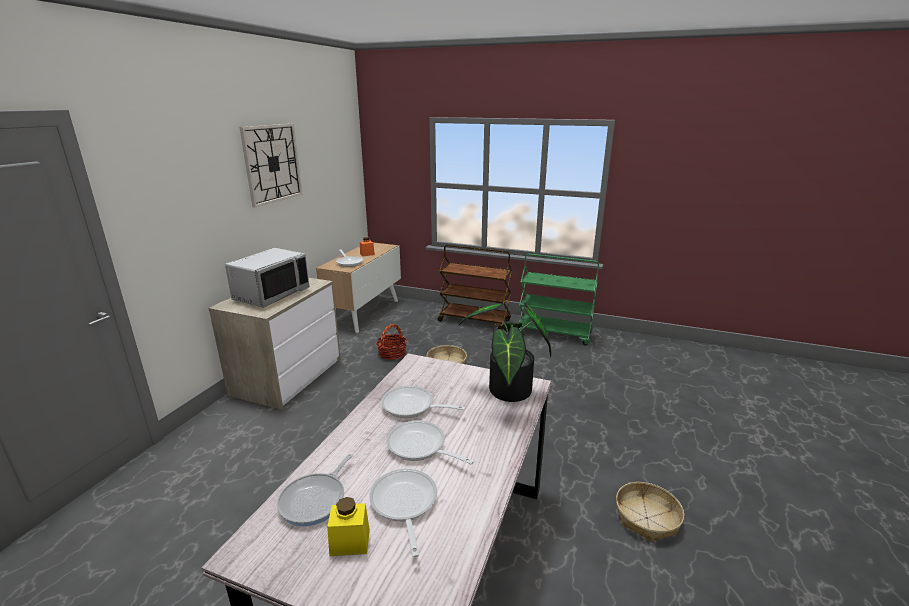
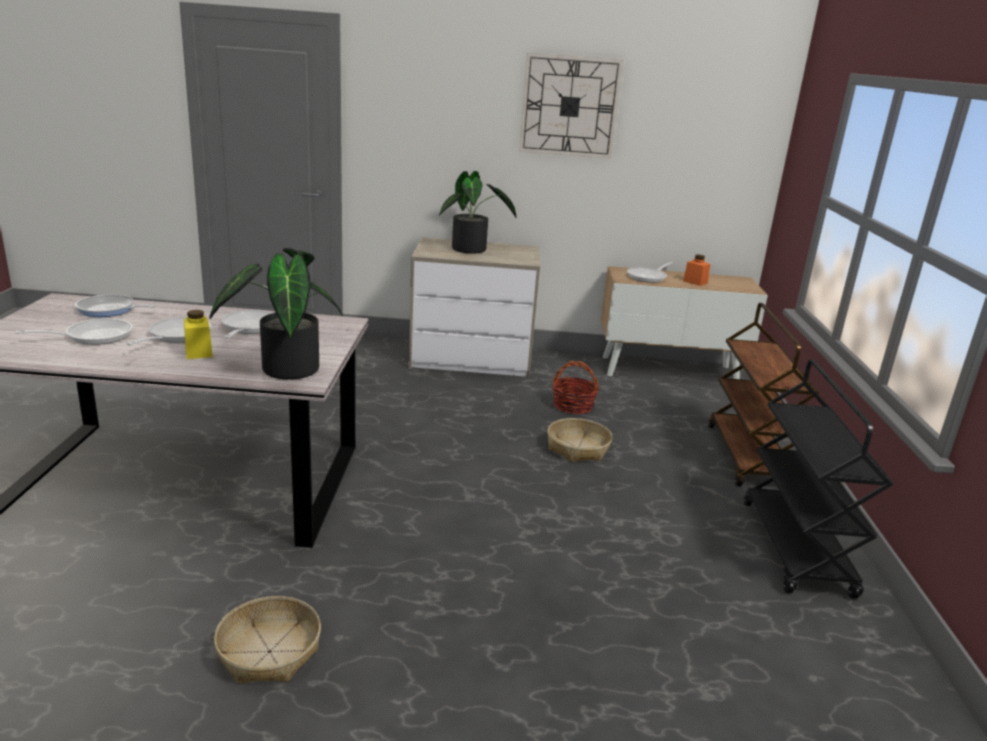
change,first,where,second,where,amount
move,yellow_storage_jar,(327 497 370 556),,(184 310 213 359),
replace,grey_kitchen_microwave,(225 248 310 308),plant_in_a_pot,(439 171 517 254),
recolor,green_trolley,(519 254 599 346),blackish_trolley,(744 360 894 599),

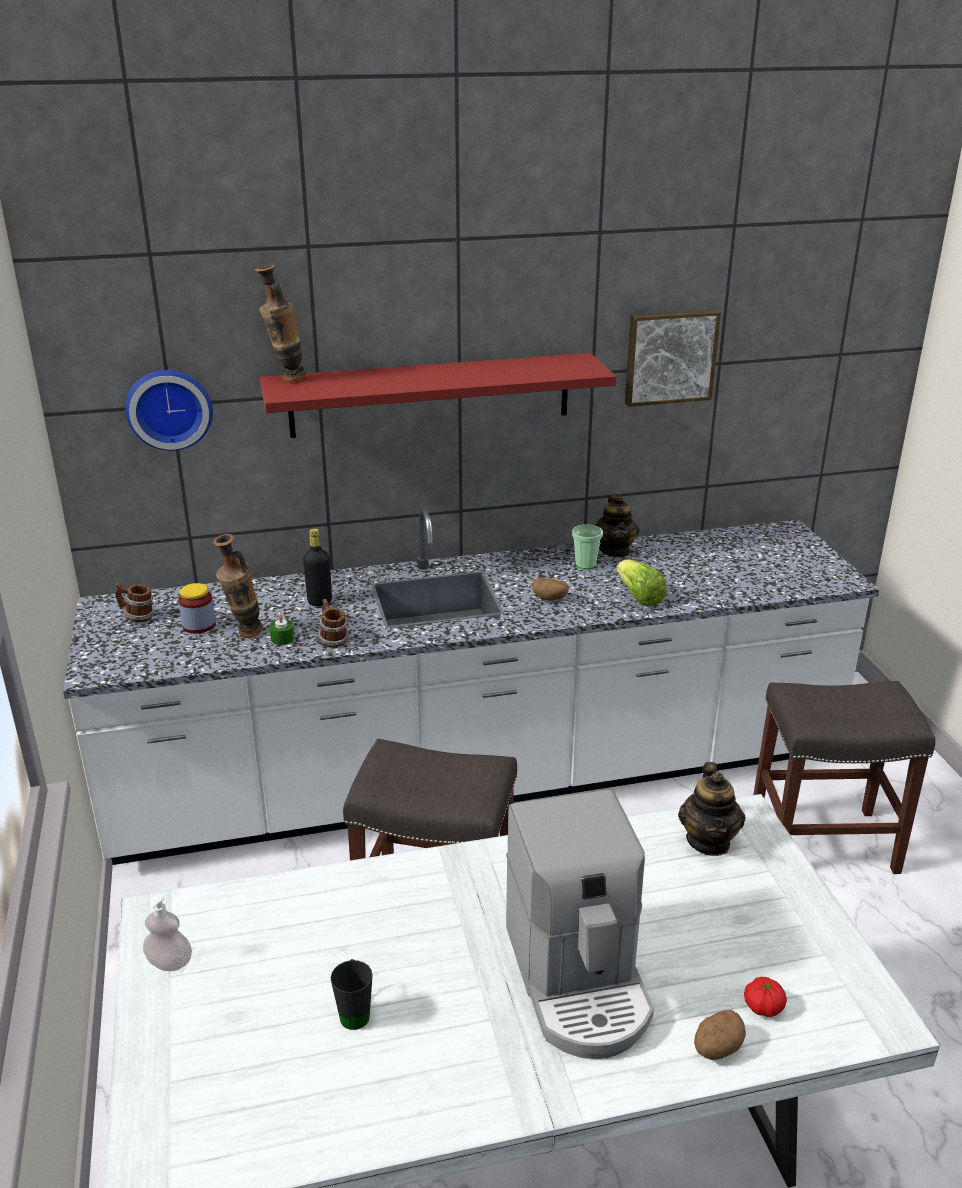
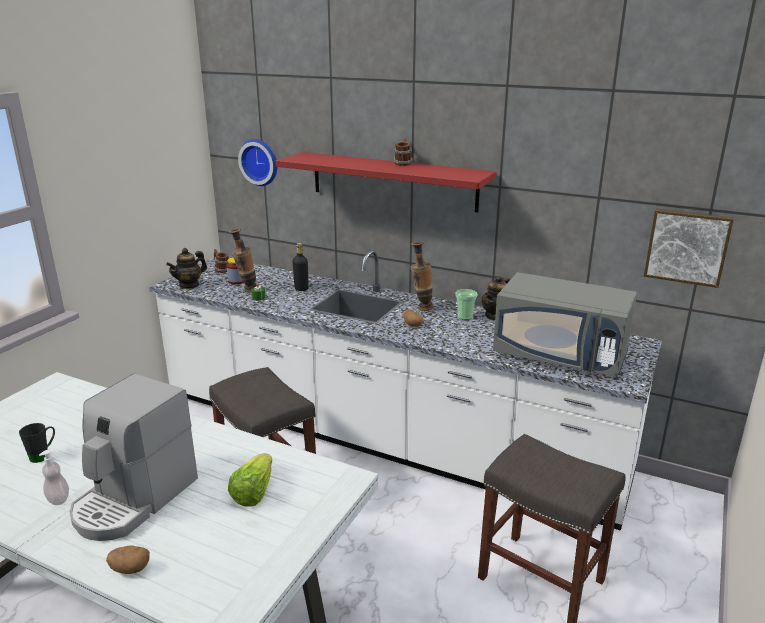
change,first,where,second,where,amount
move,soap_bottle,(143 894 192 971),,(39 450 69 505),
move,tea_pot,(678 762 745 856),,(166 248 207 289),
move,lettuce_head,(616 560 666 607),,(228 453 272 507),
move,tea_mug,(318 599 349 648),,(393 137 413 166),
move,flower_vase,(254 264 306 382),,(411 242 434 311),
insert,,,grey_kitchen_microwave,(493 272 637 377),
move,picture,(625 309 721 407),,(644 209 734 288),
delete,whole_tomato,(744 977 787 1017),,,

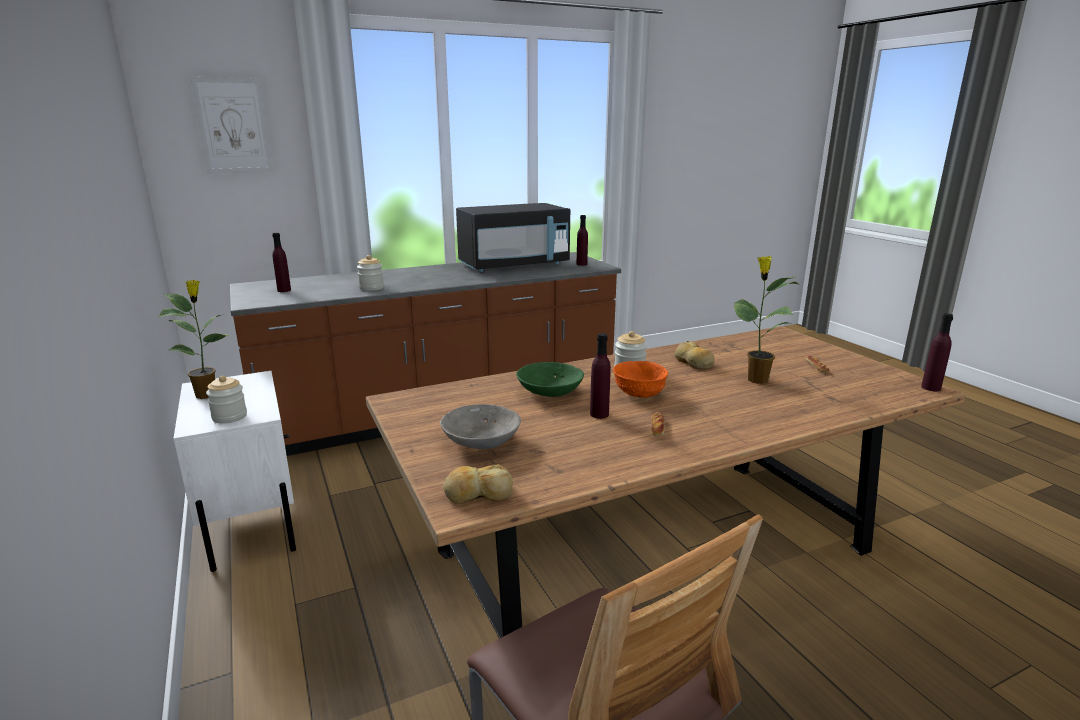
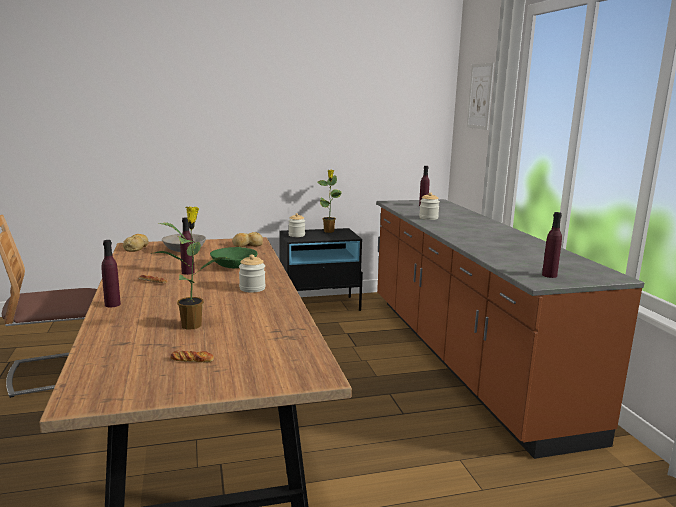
change,first,where,second,where,amount
move,purple_drink_bottle,(921 313 953 391),,(101 240 121 308),
move,baked_bread,(674 341 715 369),,(232 232 263 247),
recolor,white_night_table,(173 371 296 572),blackish_night_table,(279 228 363 311),
delete,blackish_kitchen_microwave,(456 203 570 272),,,
delete,orangey_bowl,(613 361 668 398),,,

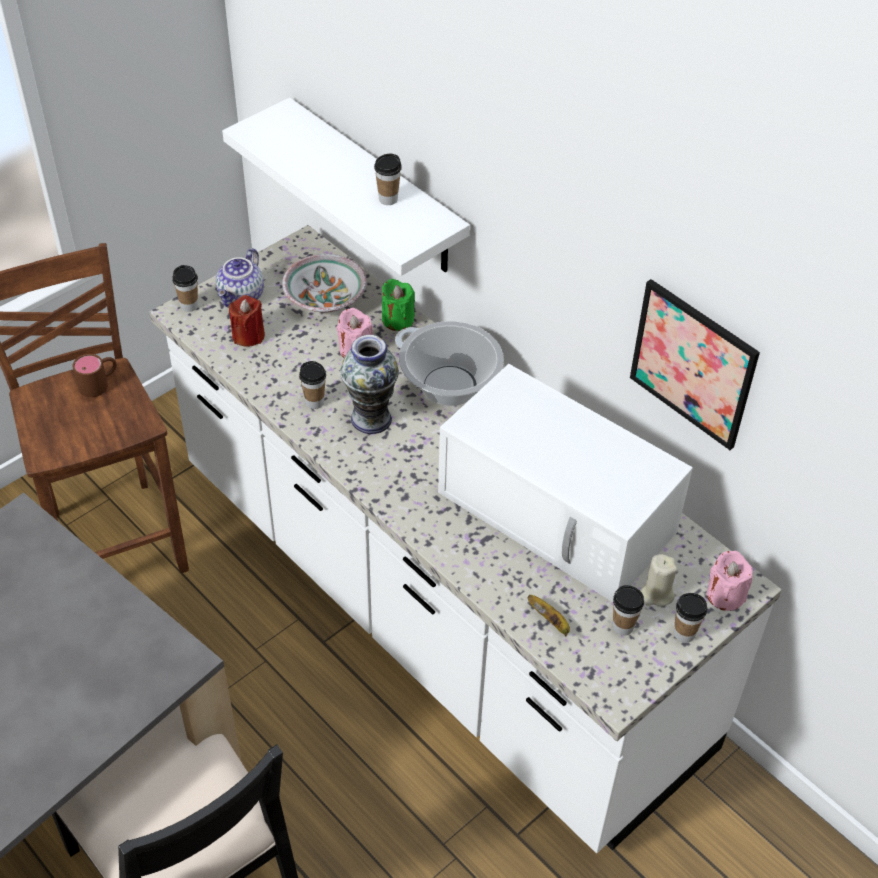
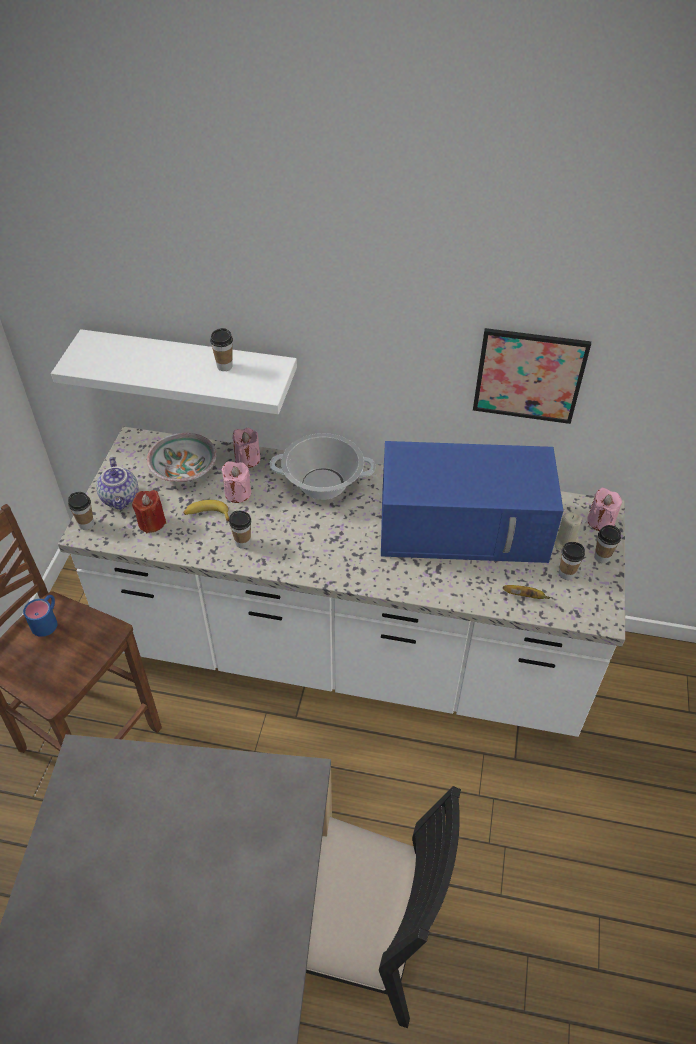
change,first,where,second,where,amount
recolor,brown_tea_mug,(73 354 117 397),blue_tea_mug,(23 595 58 637),
insert,,,banana,(183 500 229 521),
recolor,green_wax_candle,(382 279 415 331),pink_wax_candle,(232 428 261 468),
recolor,white_kitchen_microwave,(438 364 693 602),blue_kitchen_microwave,(381 441 563 563),
delete,flower_vase,(340 335 399 434),,,

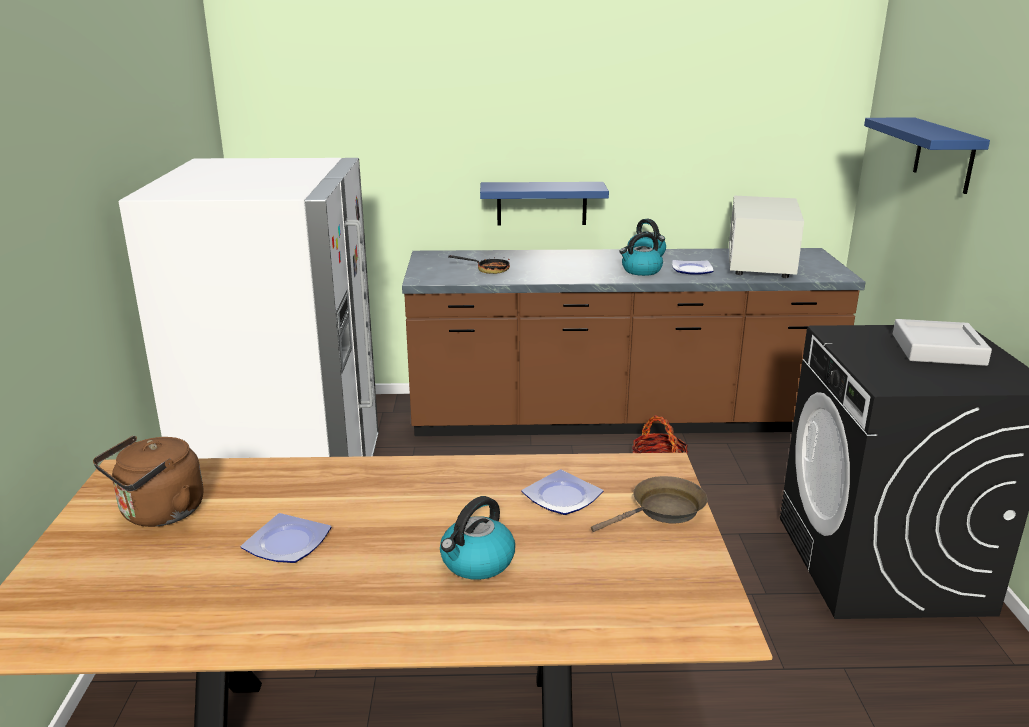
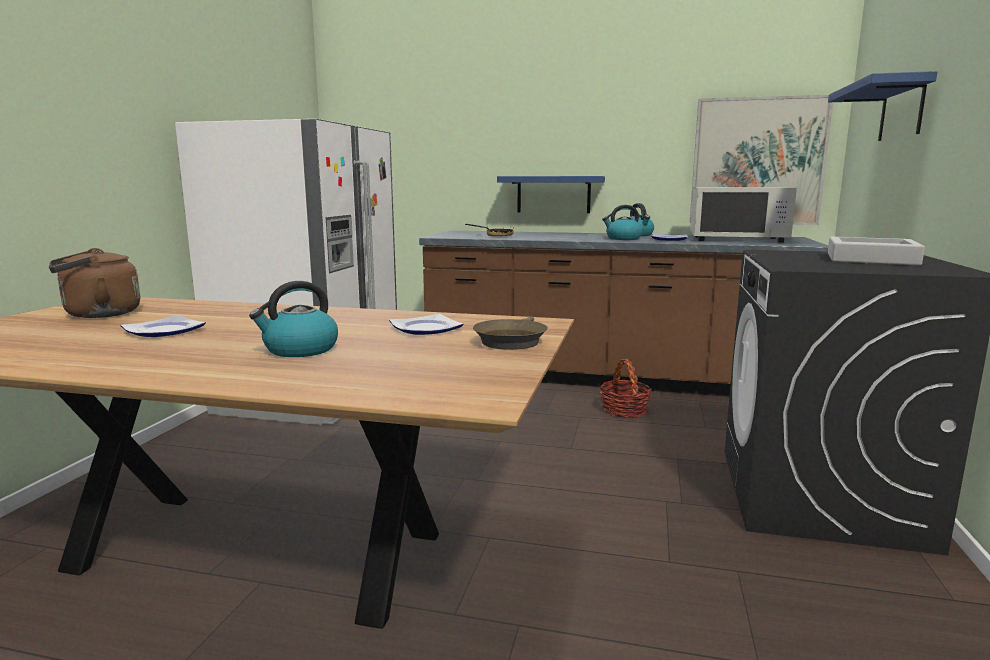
change,first,where,second,where,amount
rotate,brown_pan,(591 476 707 532),,(473 316 548 350),120 degrees clockwise
insert,,,picture,(690 95 833 225),
rotate,white_kitchen_microwave,(729 196 804 278),,(690 187 797 243),105 degrees counterclockwise

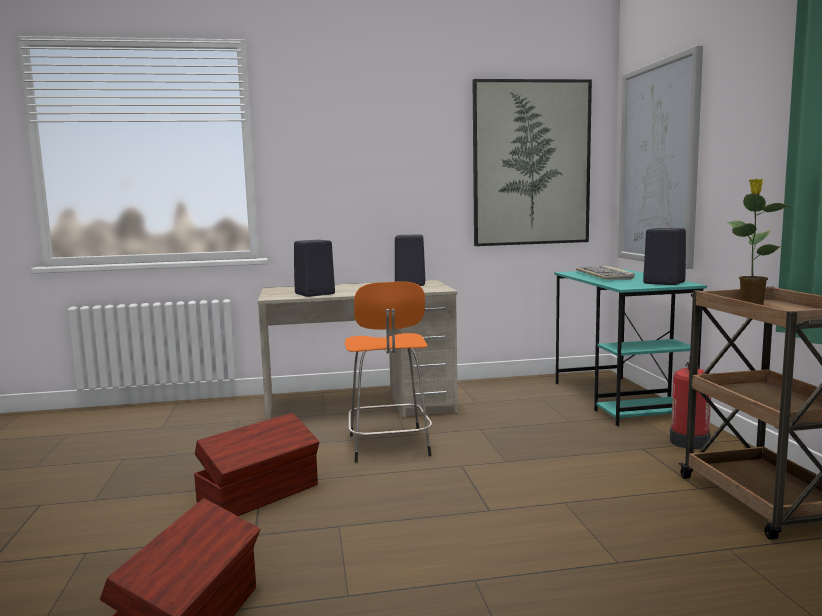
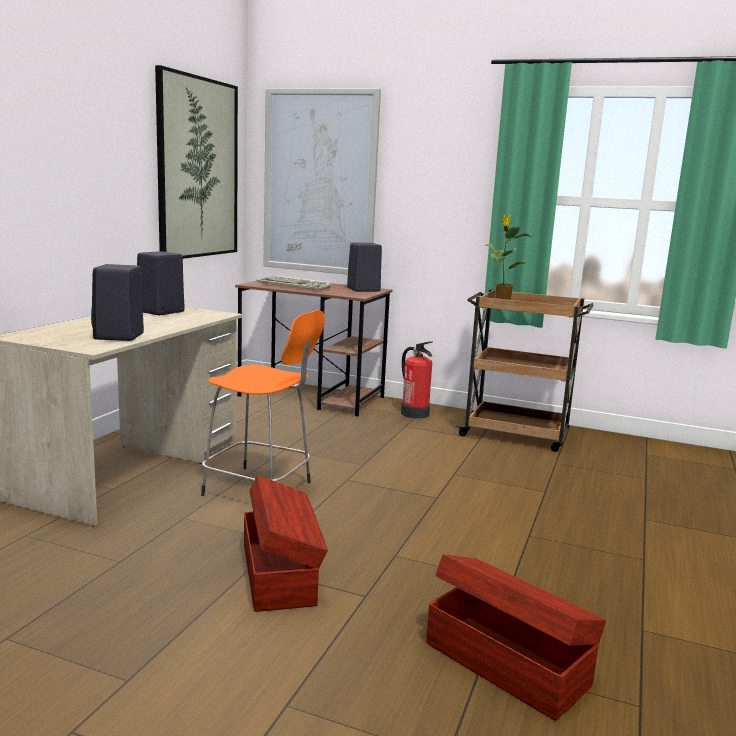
change,first,where,second,where,amount
recolor,turquoise_desk,(554 269 707 426),brown_desk,(235 281 392 416),

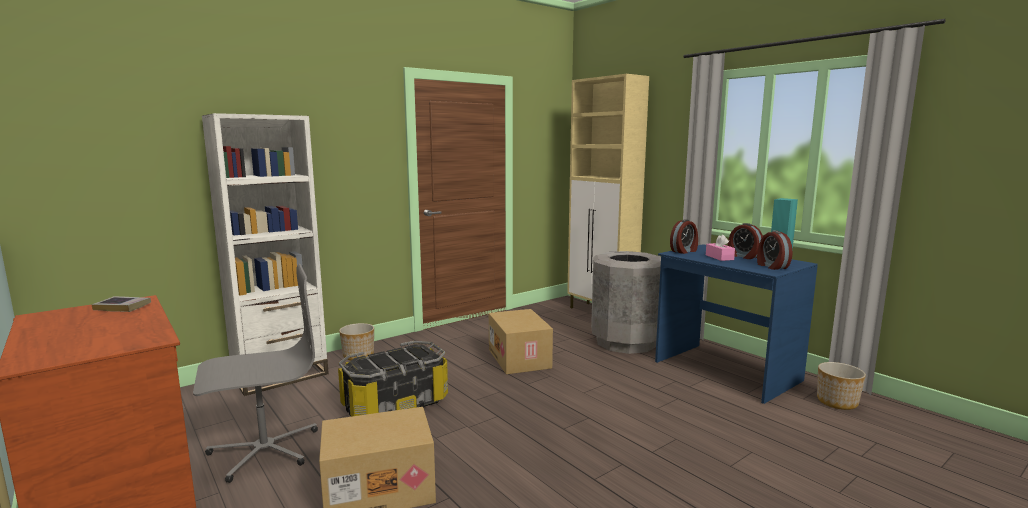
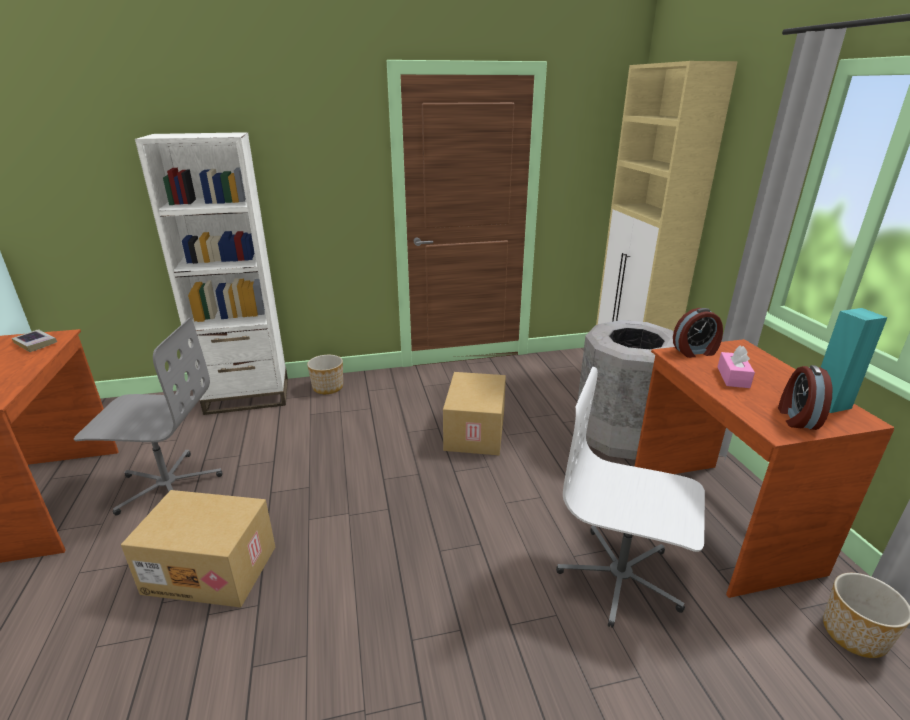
change,first,where,second,where,amount
insert,,,white_desk_chair,(556 367 705 628),
recolor,blue_desk,(655 244 818 404),brown_desk,(634 339 894 598),
delete,storage_box,(338 341 448 417),,,
delete,alarm_clock,(728 223 763 259),,,

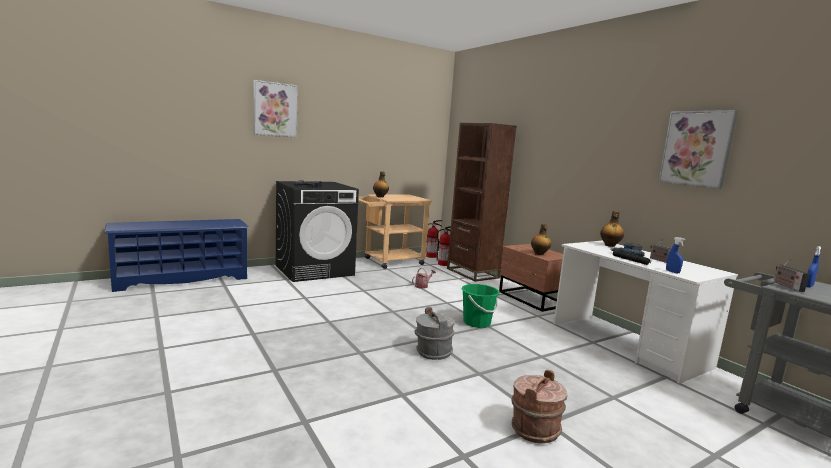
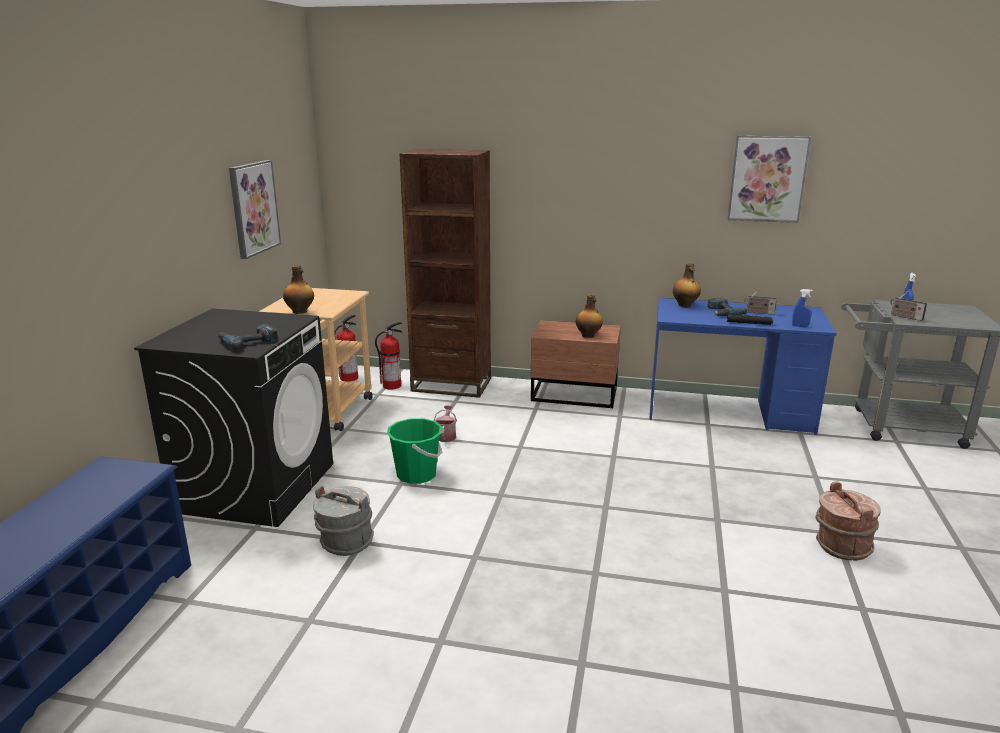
change,first,where,second,where,amount
move,picture,(253 80 298 138),,(229 160 281 259),
move,grey_bucket,(415 307 455 360),,(313 486 374 556),
move,green_bucket,(461 284 500 328),,(387 418 442 484),
recolor,white_desk,(554 240 738 384),blue_desk,(649 298 837 435),

